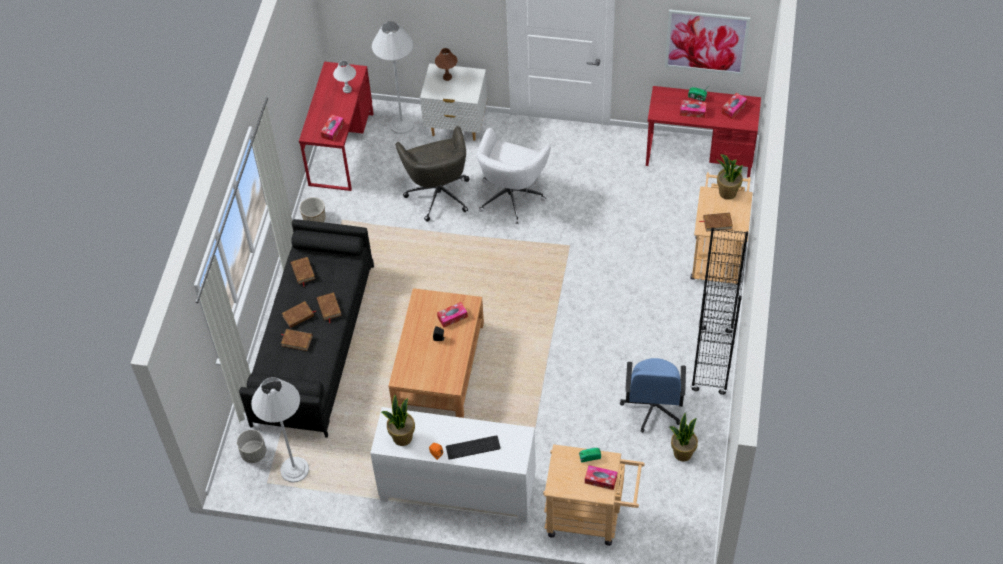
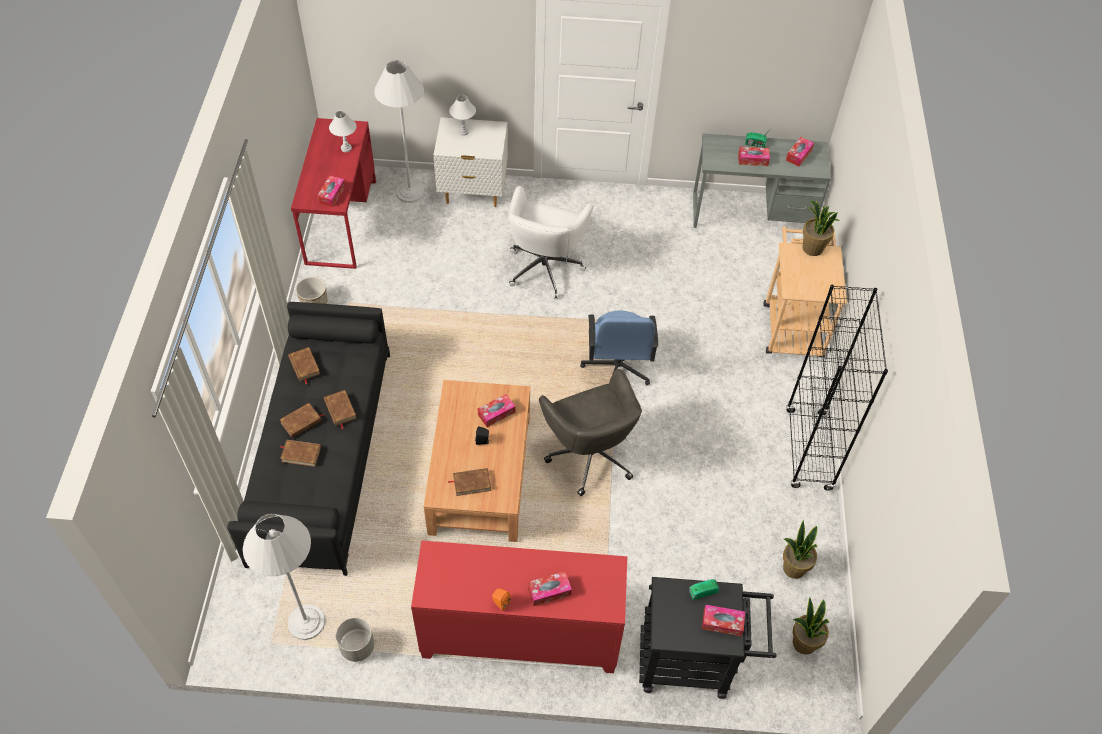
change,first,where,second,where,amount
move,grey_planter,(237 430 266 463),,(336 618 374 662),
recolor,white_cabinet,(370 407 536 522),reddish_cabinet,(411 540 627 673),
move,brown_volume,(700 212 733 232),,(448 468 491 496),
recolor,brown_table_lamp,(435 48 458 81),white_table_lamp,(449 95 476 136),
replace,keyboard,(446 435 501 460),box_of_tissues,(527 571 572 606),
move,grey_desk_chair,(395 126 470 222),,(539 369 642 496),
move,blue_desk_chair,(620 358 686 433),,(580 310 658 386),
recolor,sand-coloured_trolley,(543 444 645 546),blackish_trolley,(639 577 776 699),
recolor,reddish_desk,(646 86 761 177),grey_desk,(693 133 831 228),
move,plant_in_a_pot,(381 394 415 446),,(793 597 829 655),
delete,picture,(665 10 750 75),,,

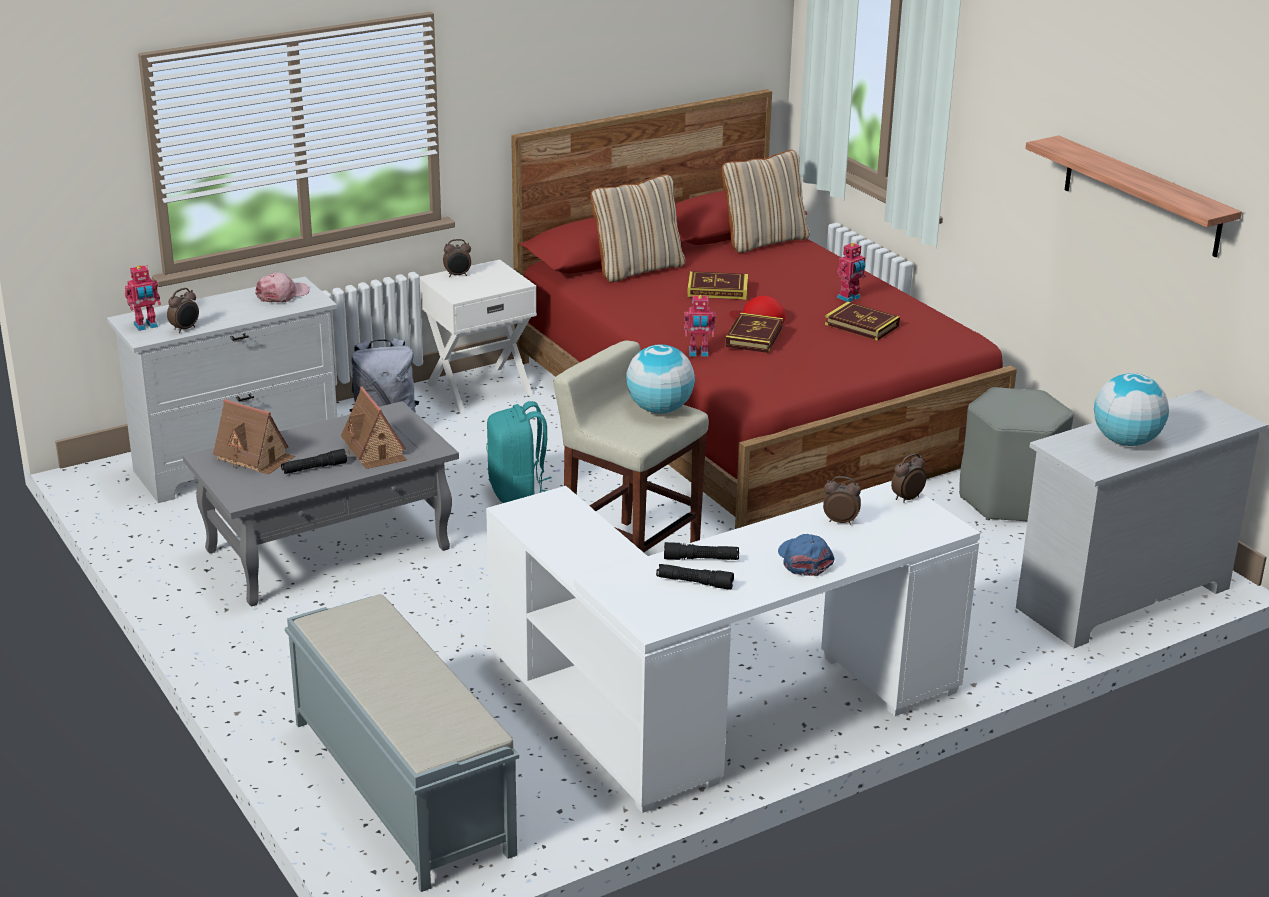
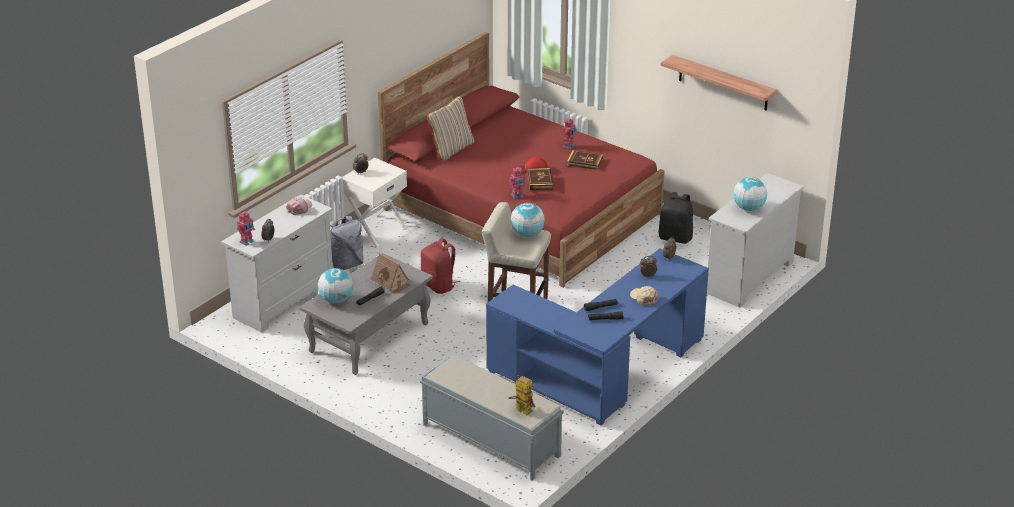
change,first,where,second,where,amount
replace,toy_house,(213 399 295 474),desk_globe,(318 268 353 304),
recolor,turquoise_knapsack,(486 401 552 503),reddish_knapsack,(421 238 460 294),
recolor,white_desk,(486 481 980 813),blue_desk,(486 248 709 426),
insert,,,model_robot,(508 375 536 415),
recolor,blue_baseball_cap,(778 534 835 576),sand-coloured_baseball_cap,(630 286 659 306),
replace,grey_sitting_stool,(959 387 1074 522),blackish_knapsack,(659 192 693 244),
delete,volume,(687 271 748 300),,,
delete,sand-coloured_pillow,(722 150 810 253),,,

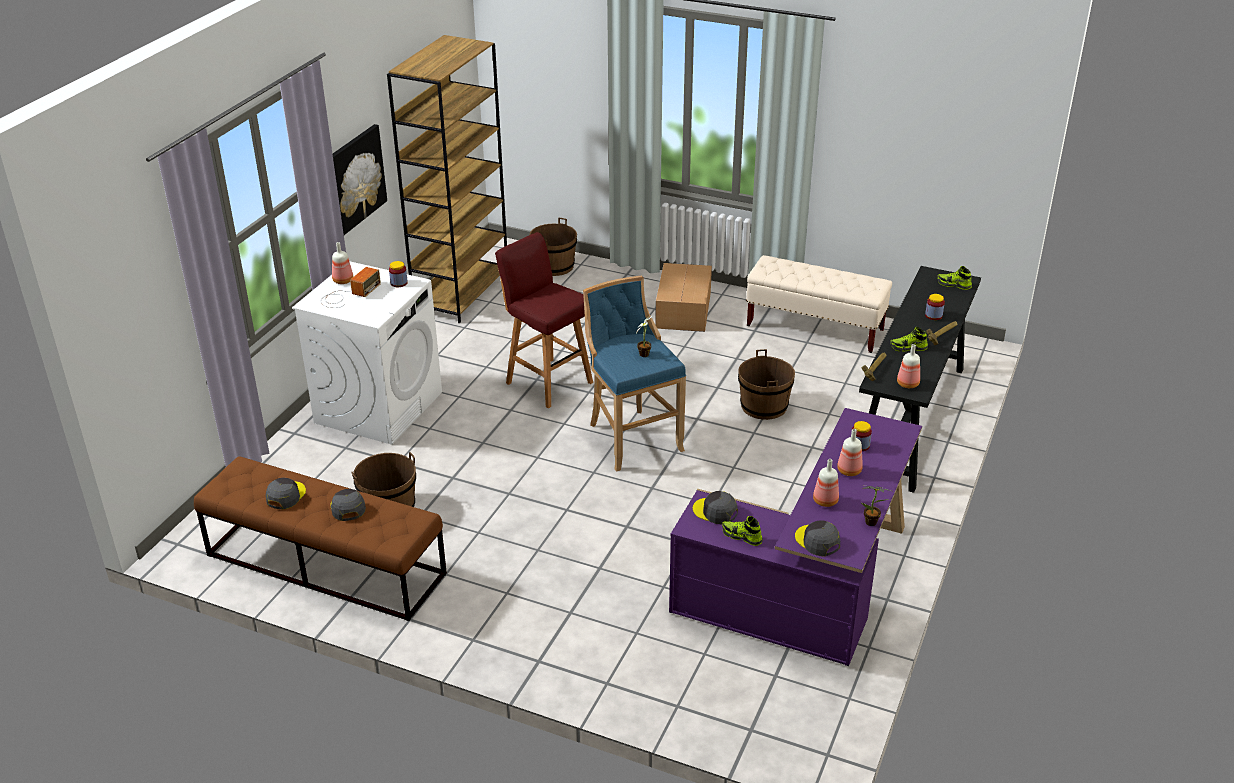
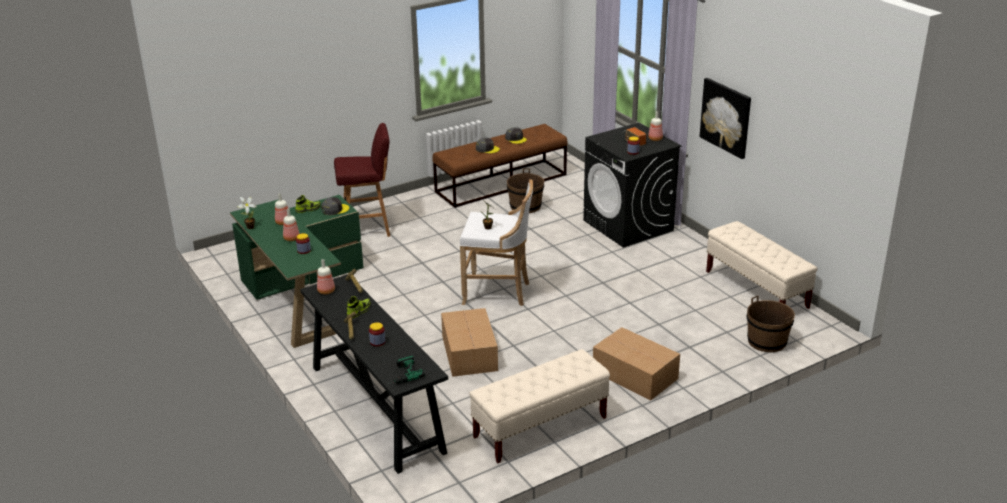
change,first,where,second,where,amount
recolor,purple_desk,(669 408 922 666),green_desk,(230 195 364 348),
move,reddish_sitting_stool,(495 232 593 408),,(334 123 390 237),
replace,shoe,(937 266 972 290),electric_drill,(388 355 425 384),
replace,brown_bucket,(738 349 795 420),cardboard_box,(441 308 498 377),
recolor,blue_sitting_stool,(583 276 686 472),white_sitting_stool,(460 179 533 306),
recolor,white_laundry_appliance,(292 261 442 445),blackish_laundry_appliance,(583 123 682 248),
replace,brown_bookcase,(387 35 507 323),sand-coloured_long_seat,(706 221 818 309),
delete,grey_baseball_cap,(795 520 840 556),,,

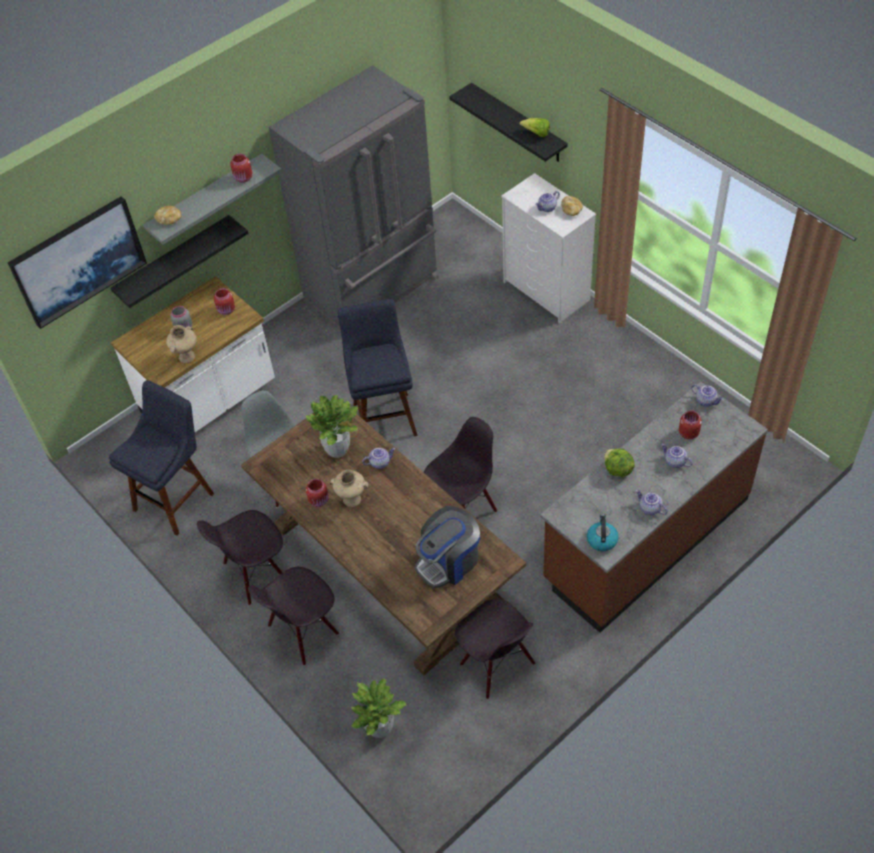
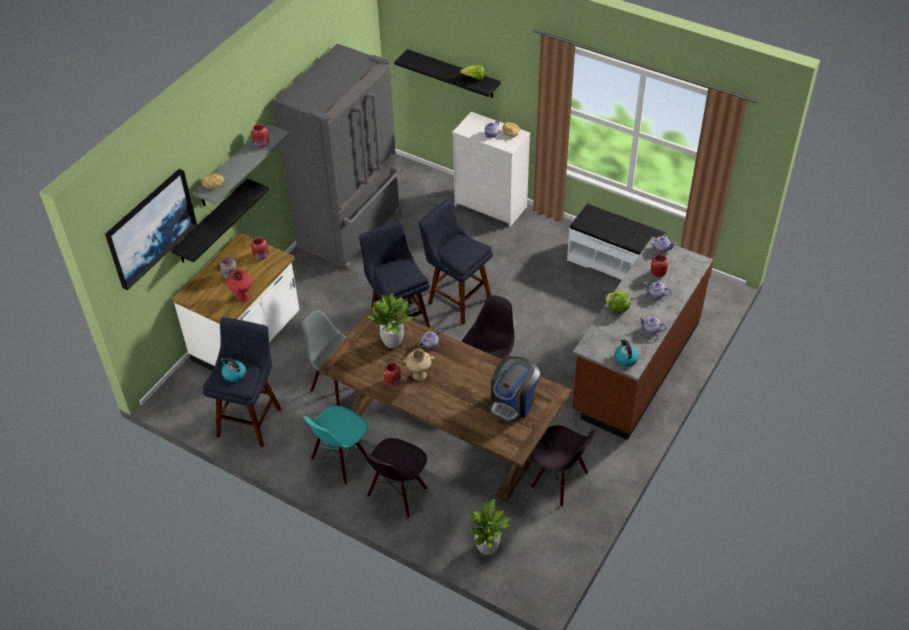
change,first,where,second,where,amount
insert,,,water_kettle,(221 357 246 382),
recolor,sand-coloured_flower_vase,(166 325 197 363),reddish_flower_vase,(227 269 252 302),
recolor,blackish_upright_chair,(197 510 283 605),turquoise_upright_chair,(303 405 368 485),
insert,,,blue_sitting_stool,(419 199 493 325),
insert,,,white_long_seat,(567 203 667 280),

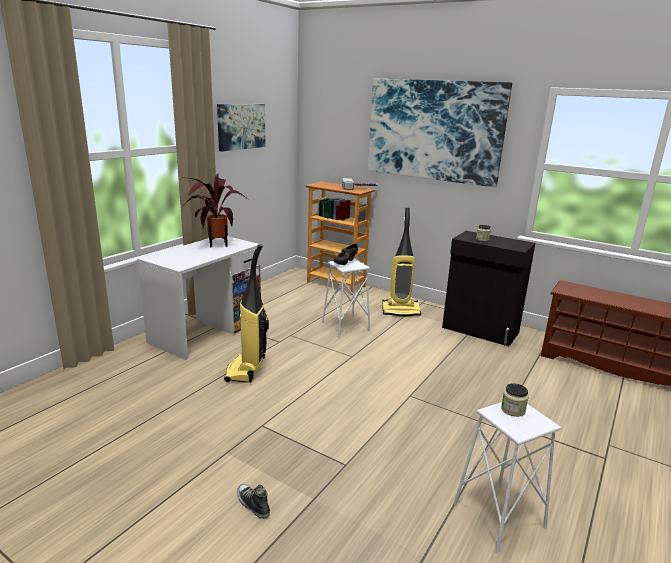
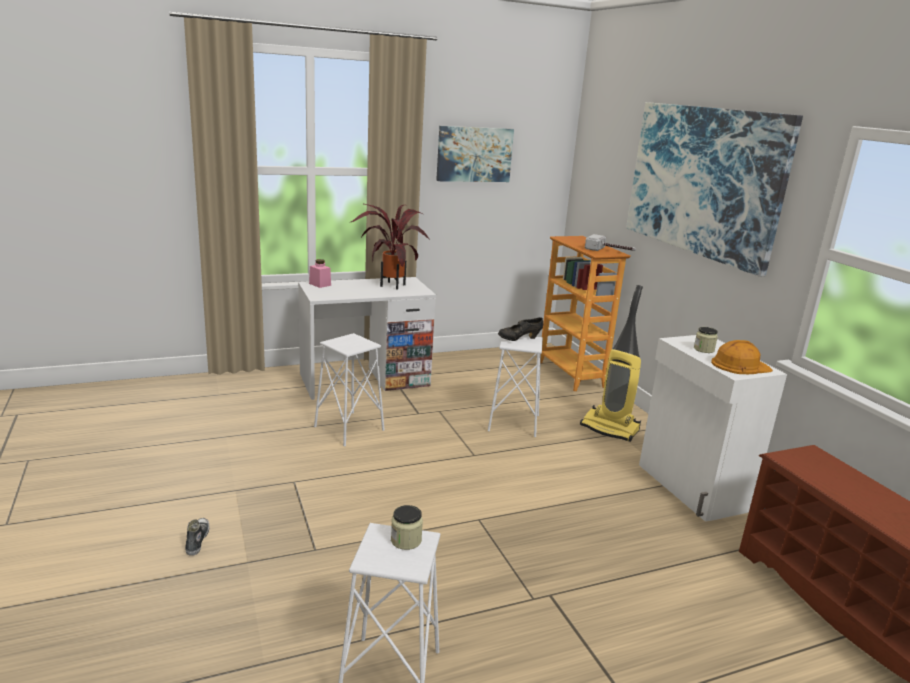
change,first,where,second,where,amount
insert,,,pink_storage_jar,(309 259 331 288),
replace,vacuum_cleaner,(224 244 269 383),white_sitting_stool,(314 333 385 447),
recolor,blackish_cabinet,(442 231 535 346),white_cabinet,(639 335 787 522),
insert,,,orangey_hard_hat,(711 340 773 374),

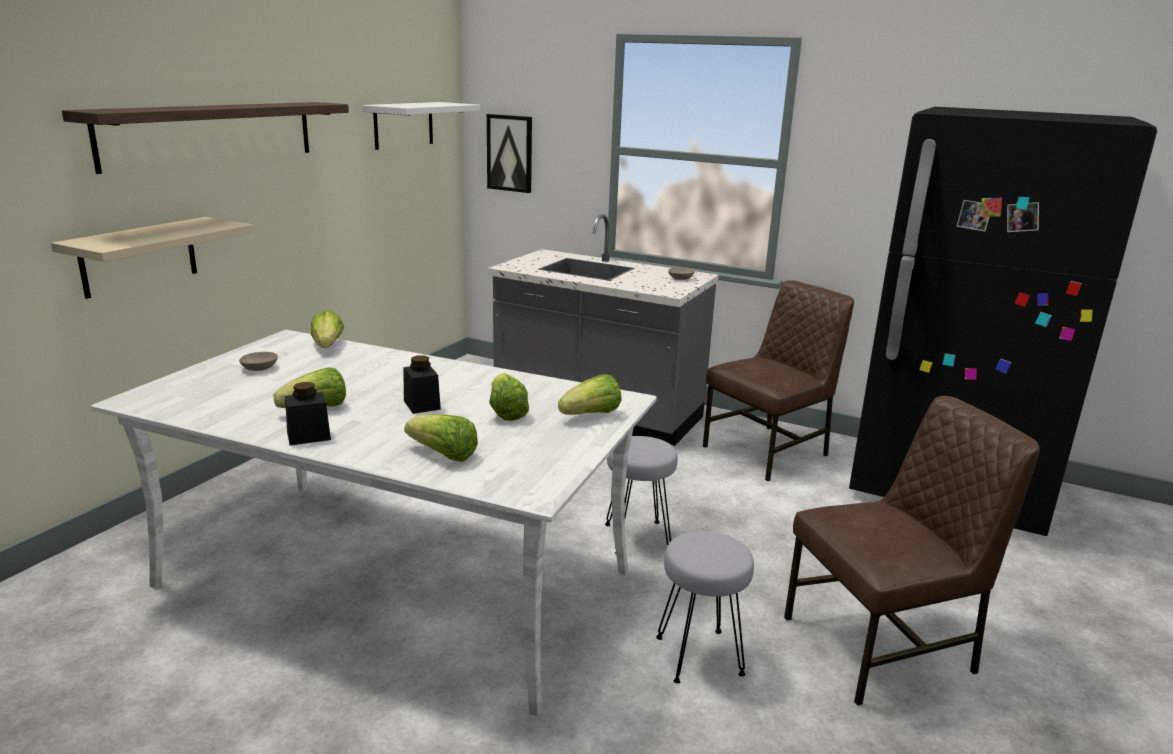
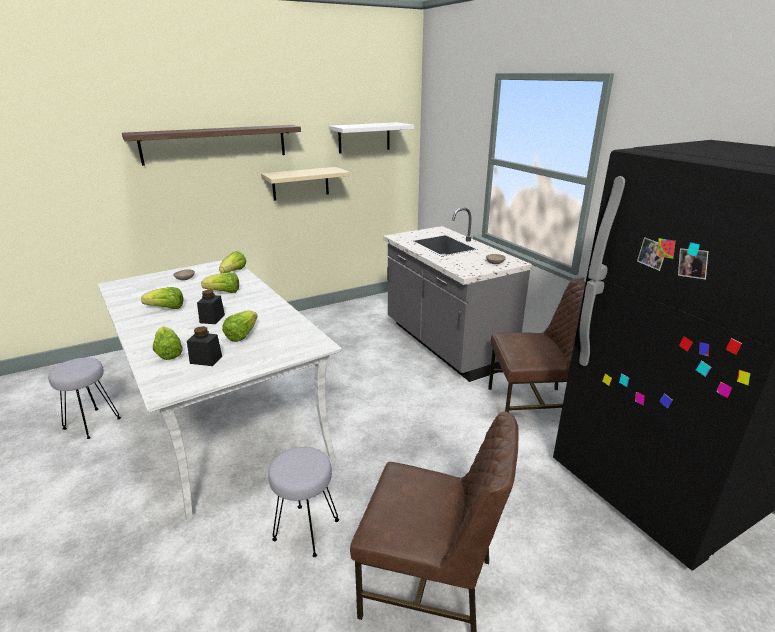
change,first,where,second,where,amount
move,grey_sitting_stool,(605 436 678 554),,(48 358 121 439),
move,blackish_storage_jar,(285 382 331 445),,(187 326 222 366),
move,lettuce_head,(558 374 622 415),,(201 272 239 293),
move,sand-coloured_wall_shelf,(51 217 254 299),,(261 167 350 201),
delete,picture,(487 114 532 193),,,

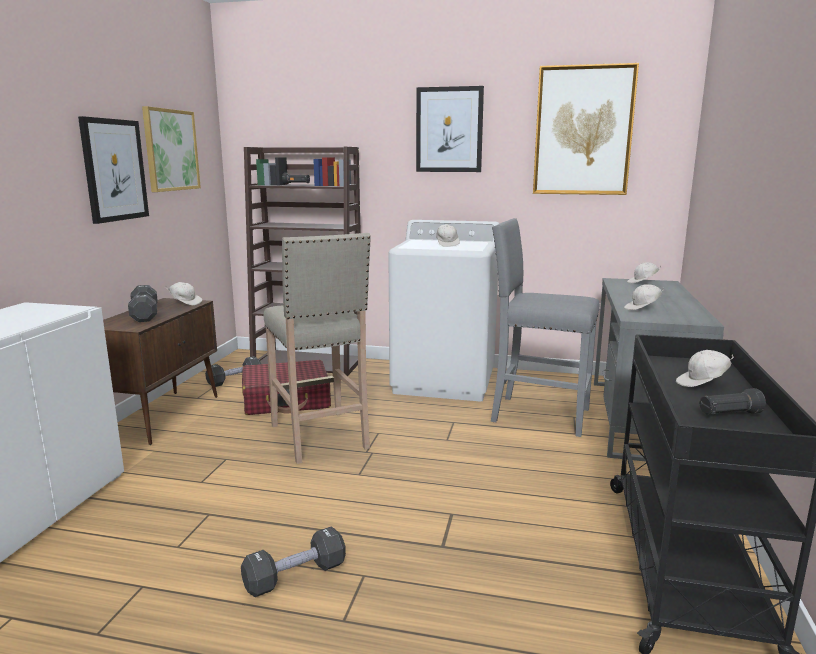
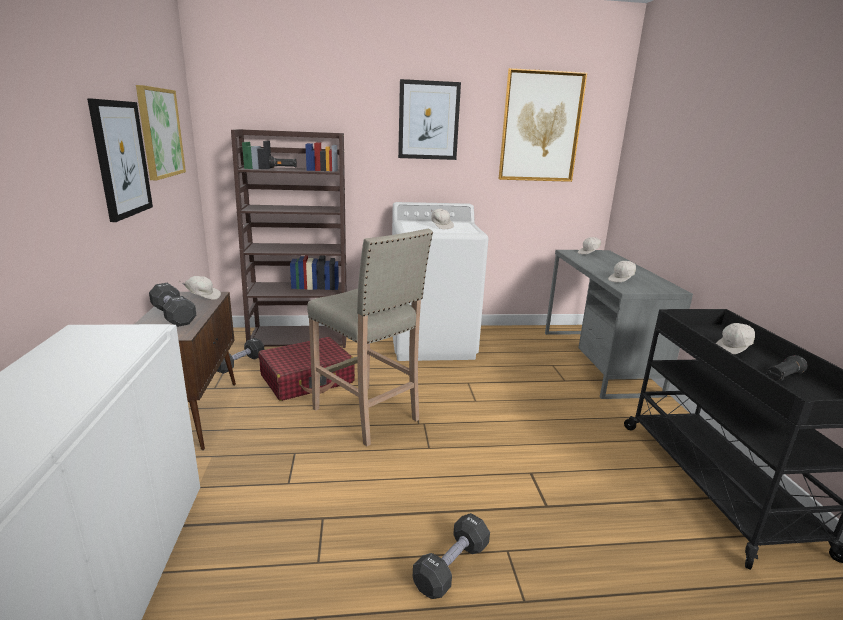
change,first,where,second,where,amount
delete,grey_sitting_stool,(491 218 600 437),,,

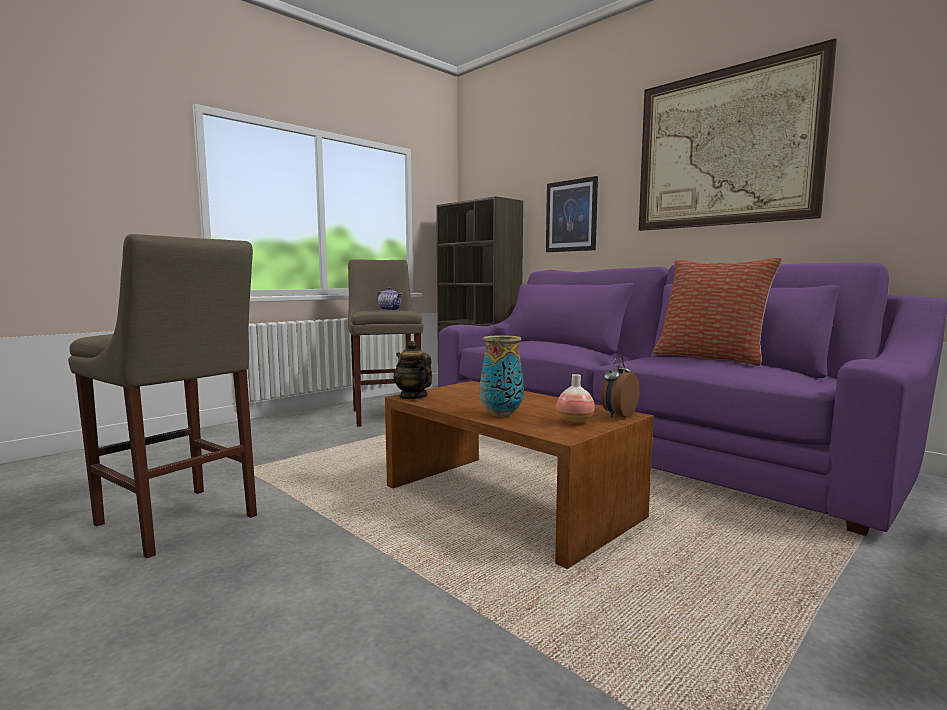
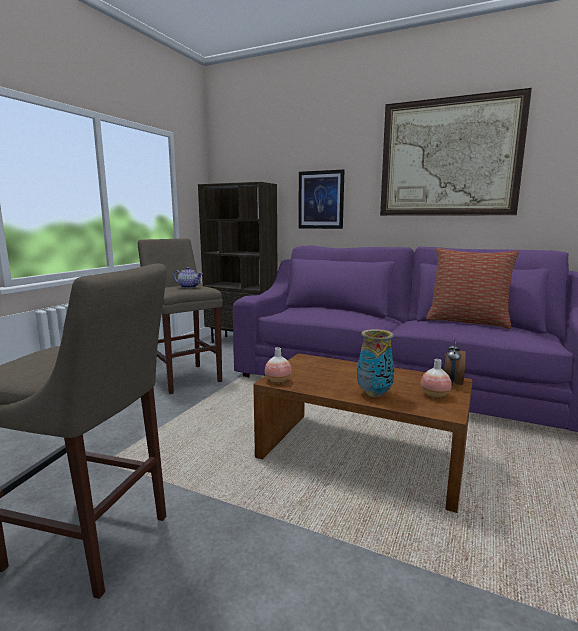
change,first,where,second,where,amount
replace,tea_pot,(393 341 432 400),flower_vase,(265 347 291 383),

